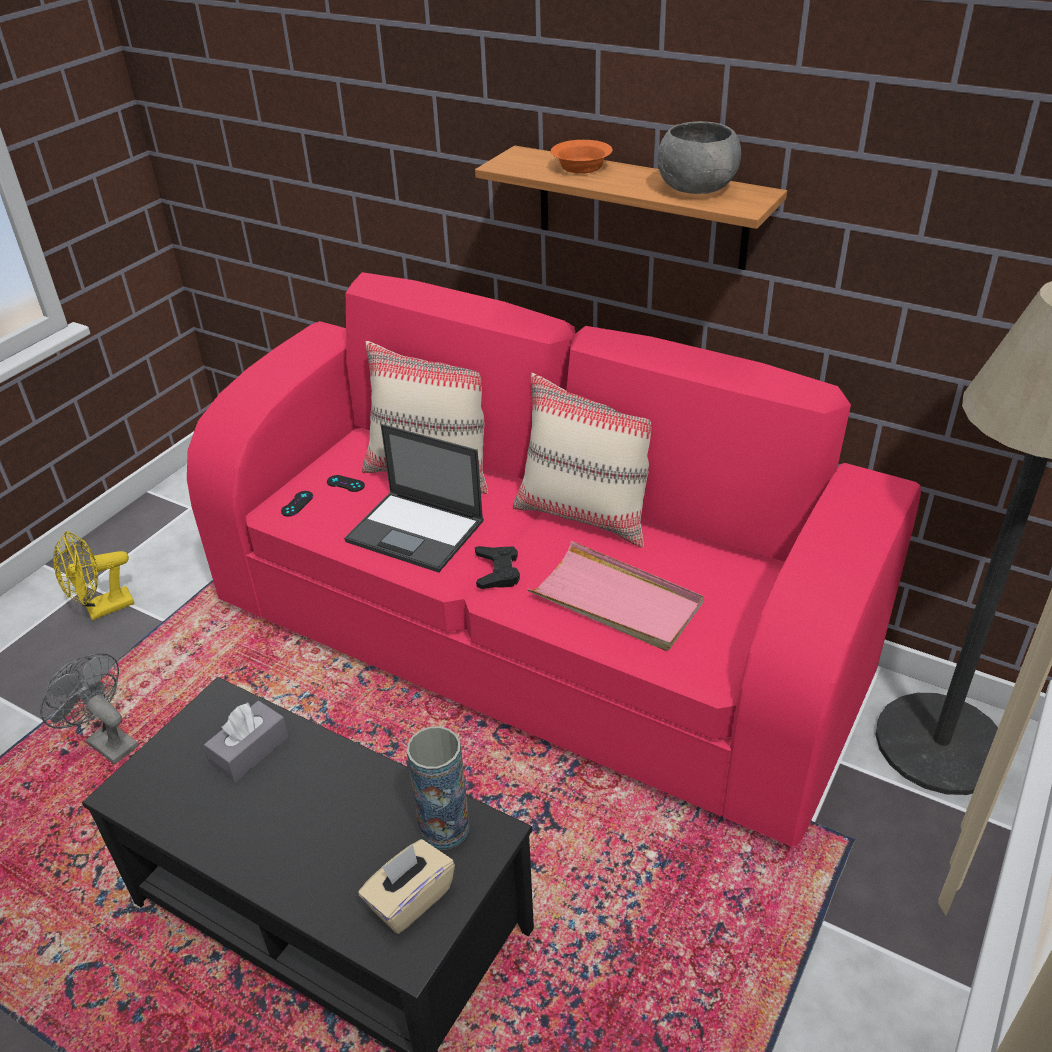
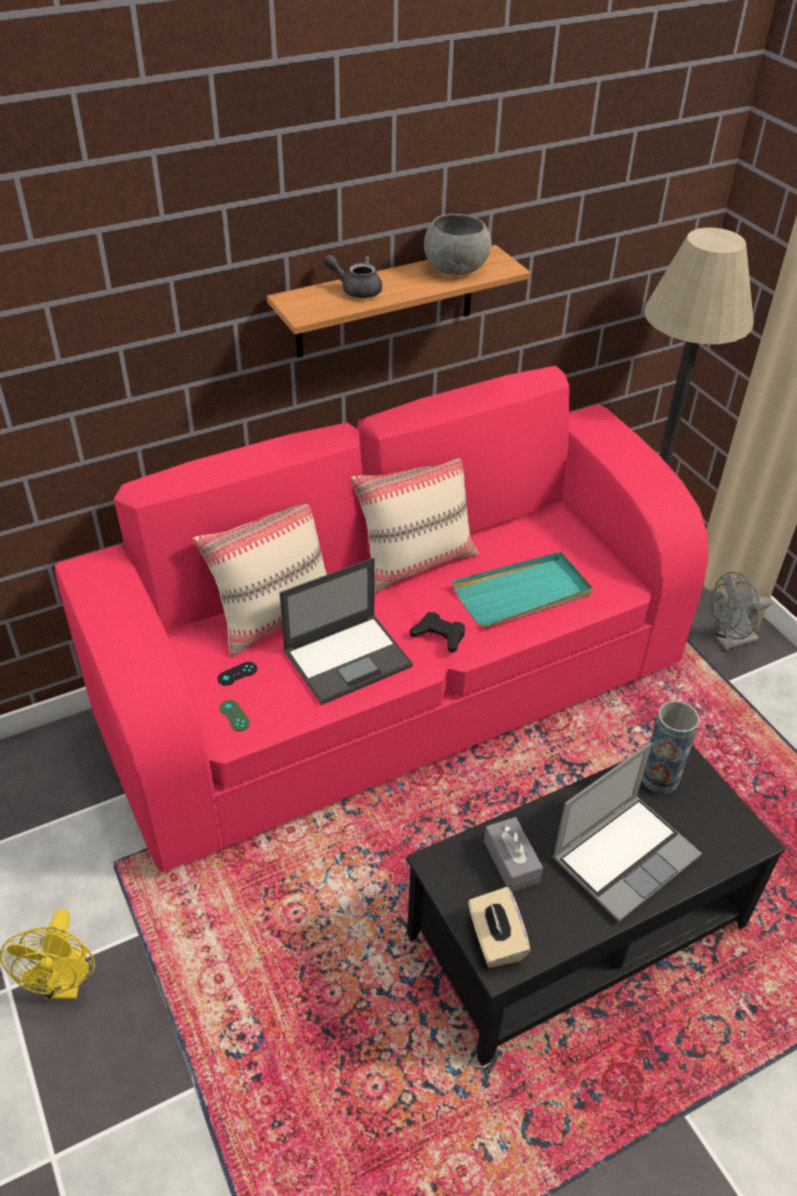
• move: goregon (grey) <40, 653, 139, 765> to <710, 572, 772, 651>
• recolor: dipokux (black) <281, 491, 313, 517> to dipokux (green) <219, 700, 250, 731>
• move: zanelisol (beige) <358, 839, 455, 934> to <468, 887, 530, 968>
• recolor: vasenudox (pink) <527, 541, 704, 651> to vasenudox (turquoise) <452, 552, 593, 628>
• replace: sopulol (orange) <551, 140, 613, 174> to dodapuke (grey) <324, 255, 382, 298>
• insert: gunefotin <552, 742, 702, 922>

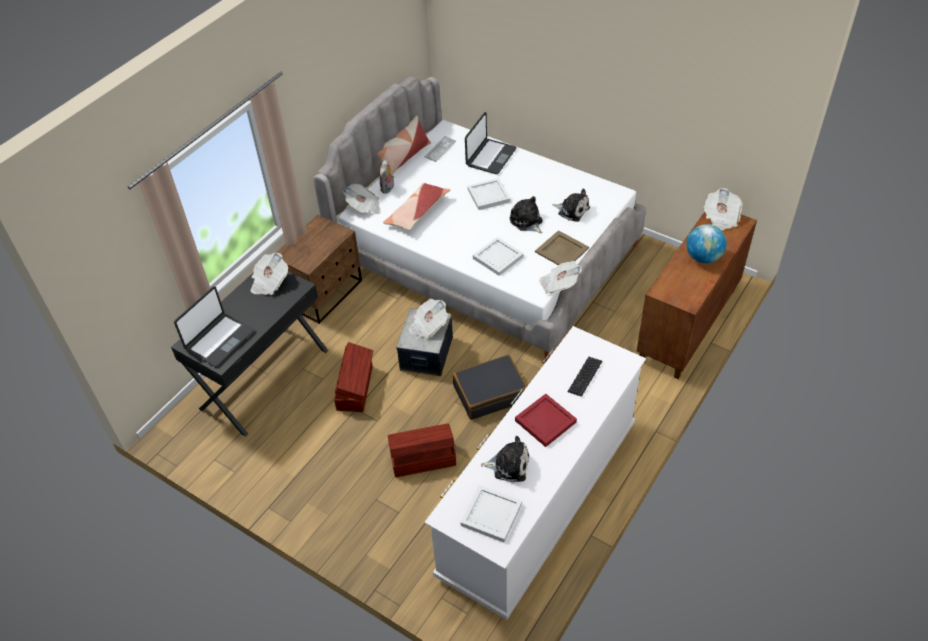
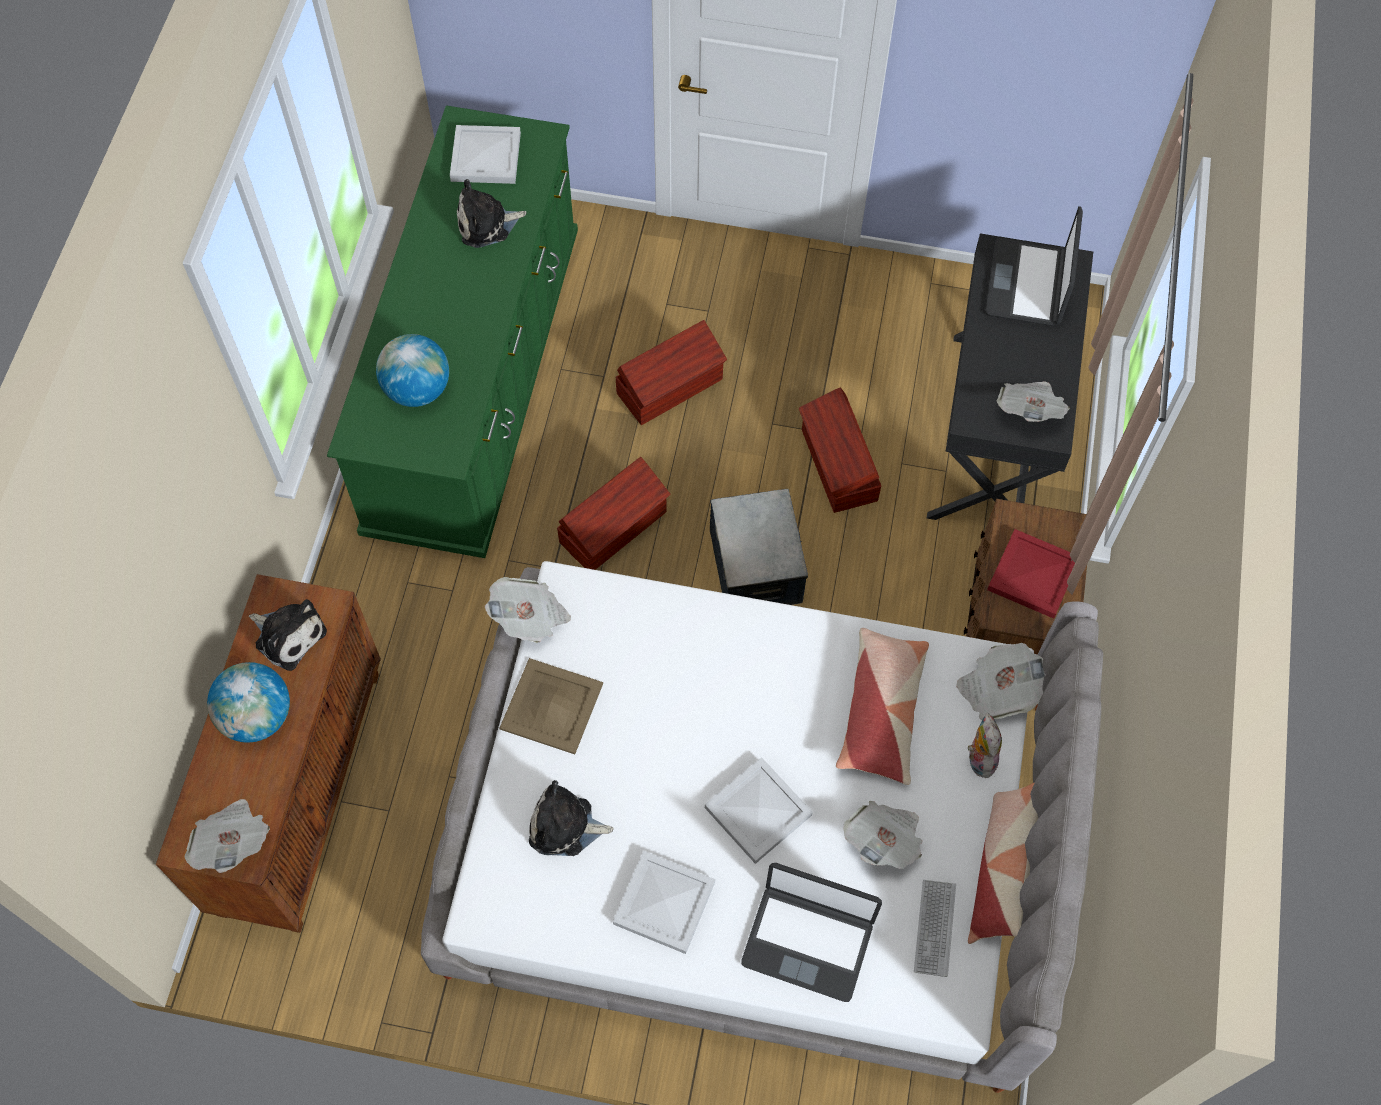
• move: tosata <408, 299, 448, 339> to <843, 801, 923, 869>
• recolor: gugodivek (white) <425, 326, 646, 620> to gugodivek (green) <327, 106, 578, 558>
• replace: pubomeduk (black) <453, 355, 527, 420> to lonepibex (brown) <557, 457, 670, 570>
• rotate: gunefotin <465, 112, 517, 174> = <741, 863, 882, 1002> 75 degrees counterclockwise
• move: vasenudox (white) <473, 237, 524, 276> to <613, 851, 715, 954>
• move: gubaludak <510, 196, 543, 233> to <249, 599, 327, 671>
• move: vasenudox (red) <515, 394, 577, 447> to <987, 529, 1075, 619>
• replace: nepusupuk <568, 357, 602, 397> to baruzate <376, 334, 449, 407>

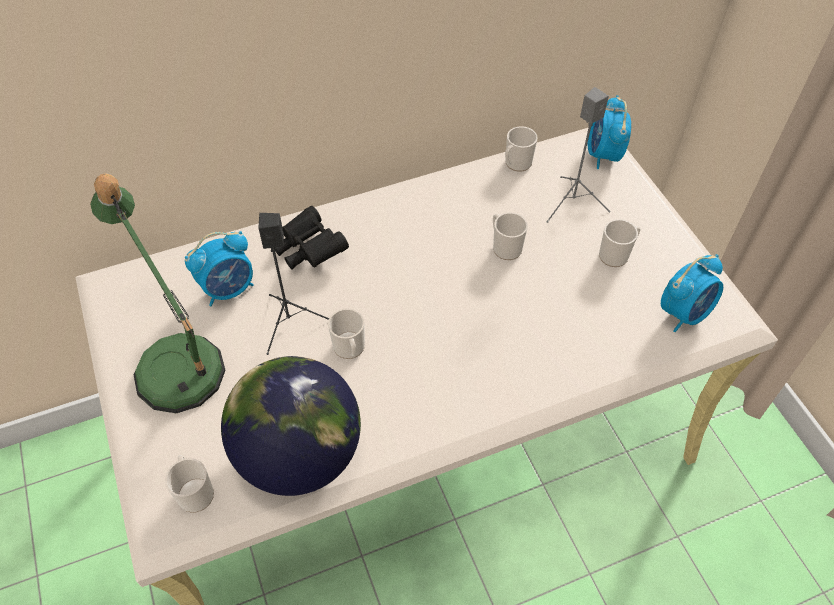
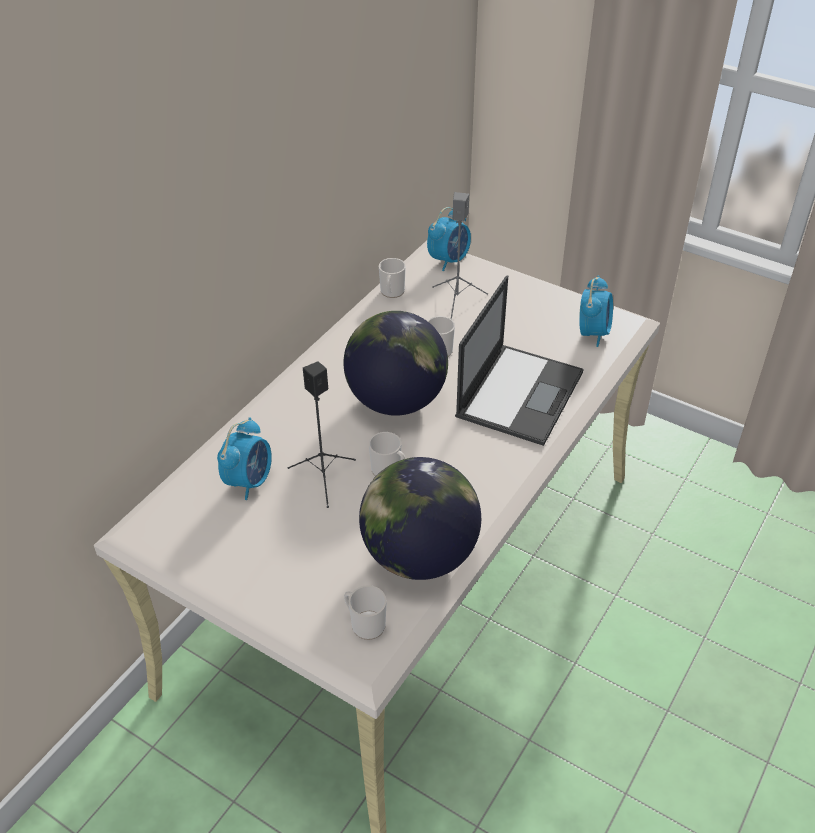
• delete: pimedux <90, 173, 226, 413>
• delete: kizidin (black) <275, 206, 349, 270>
• rotate: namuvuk <588, 95, 631, 169> = <427, 207, 471, 272> 105 degrees counterclockwise
• delete: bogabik <599, 219, 640, 267>
• insert: baruzate <344, 311, 448, 416>
• insert: gunefotin <455, 275, 583, 446>

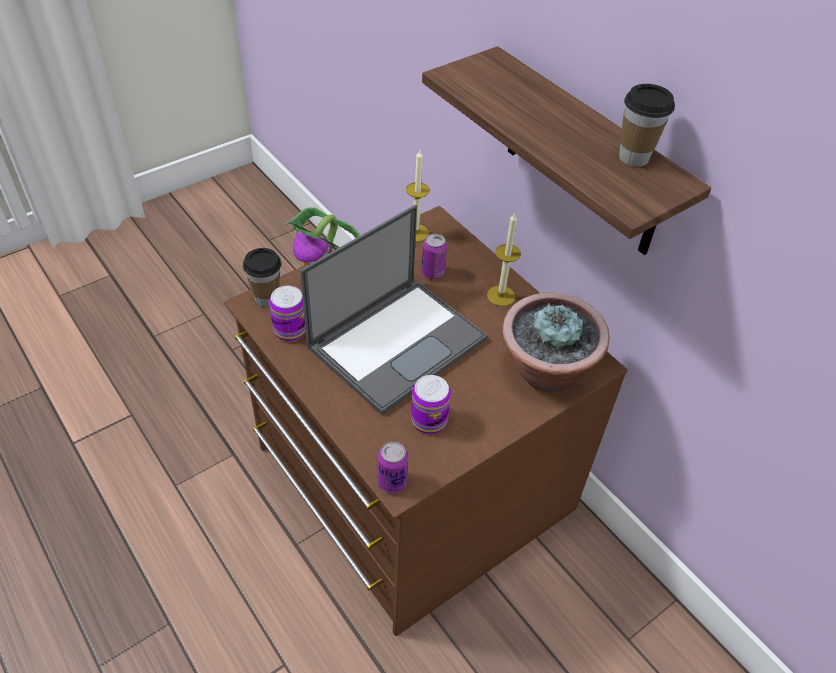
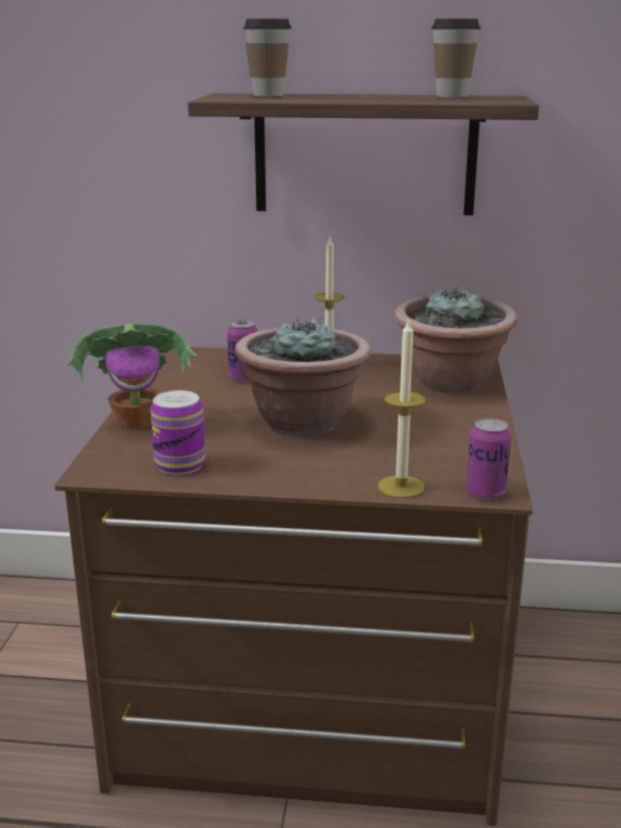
• move: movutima <243, 248, 282, 308> to <243, 19, 292, 97>
• replace: gunefotin <300, 205, 488, 415> to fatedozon <235, 315, 371, 437>
• move: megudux <406, 150, 430, 242> to <378, 318, 426, 498>
• delete: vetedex <411, 375, 451, 434>

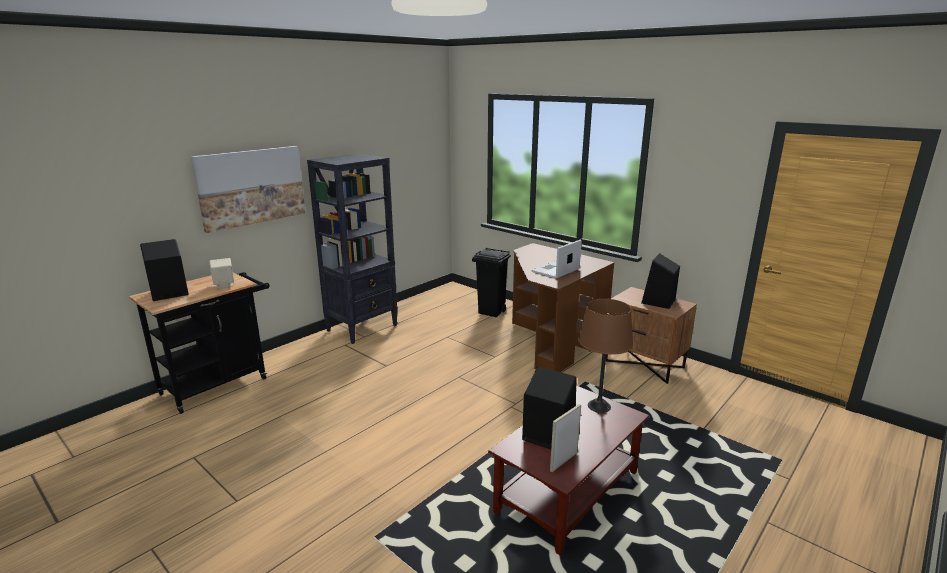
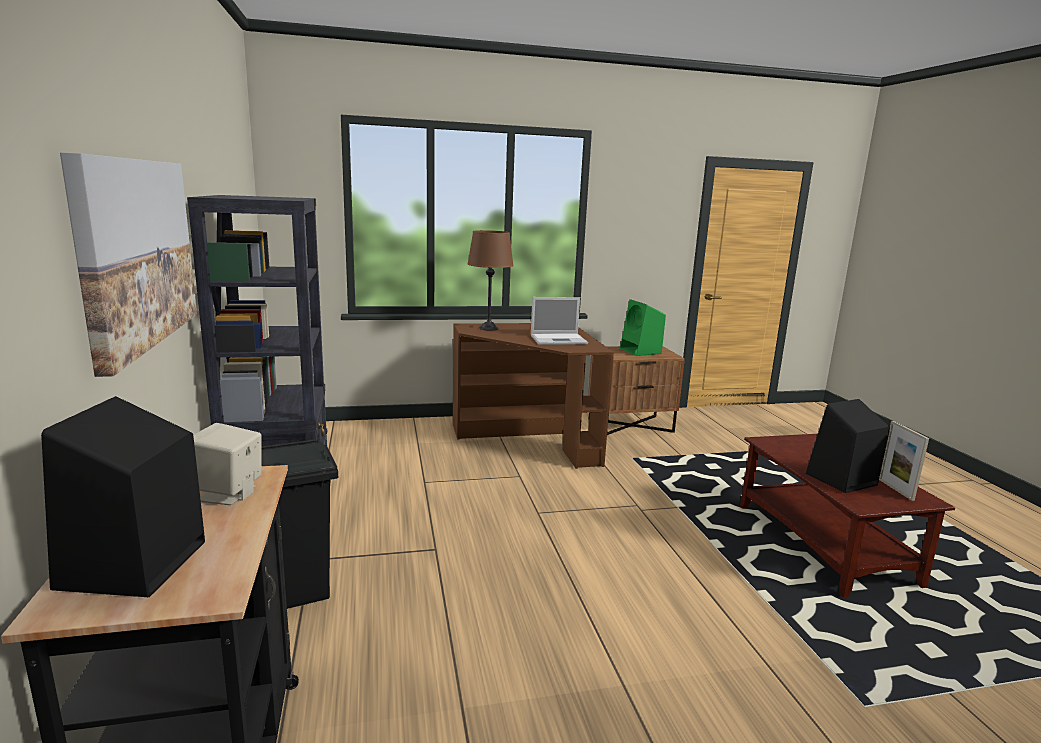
• move: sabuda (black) <472, 248, 511, 317> to <261, 438, 338, 609>
• rotate: gunefotin <532, 240, 582, 279> = <531, 297, 588, 345> 90 degrees counterclockwise
• move: pimedux (brown) <578, 299, 633, 413> to <467, 230, 514, 331>
• recolor: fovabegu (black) <642, 253, 680, 309> to fovabegu (green) <620, 299, 666, 356>

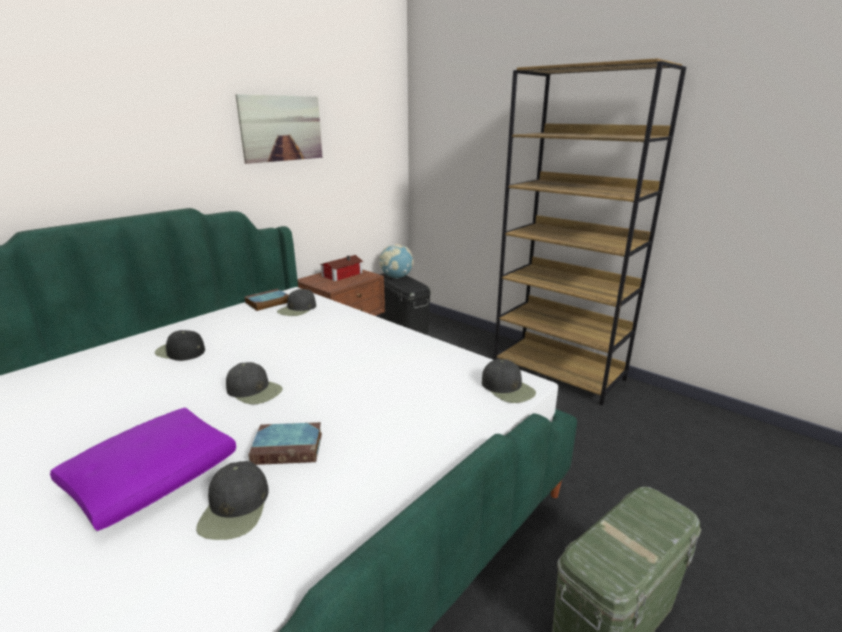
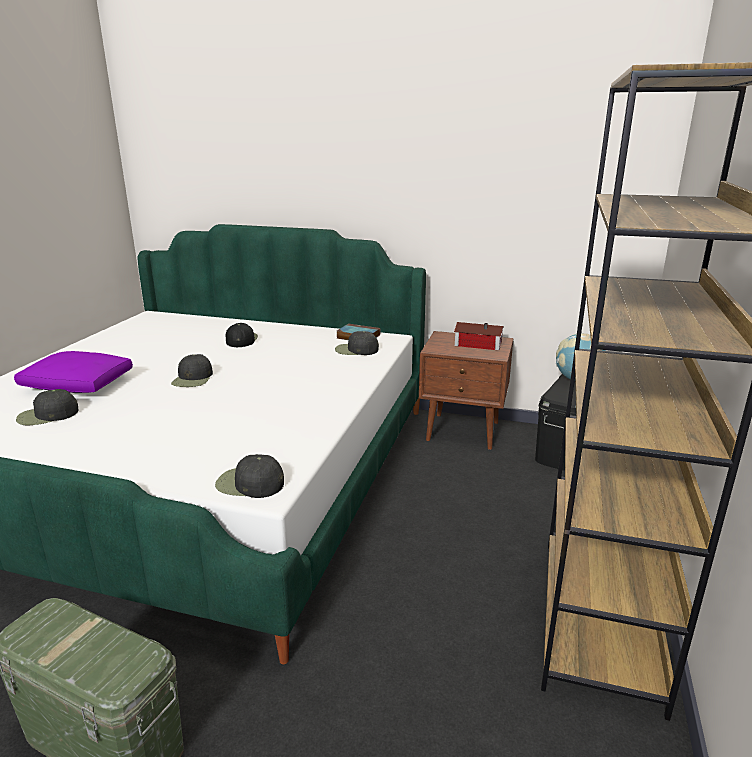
• delete: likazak <235, 94, 323, 164>
• delete: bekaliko <248, 422, 322, 465>
• rotate: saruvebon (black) <482, 359, 536, 403> = <215, 454, 284, 498> 75 degrees clockwise

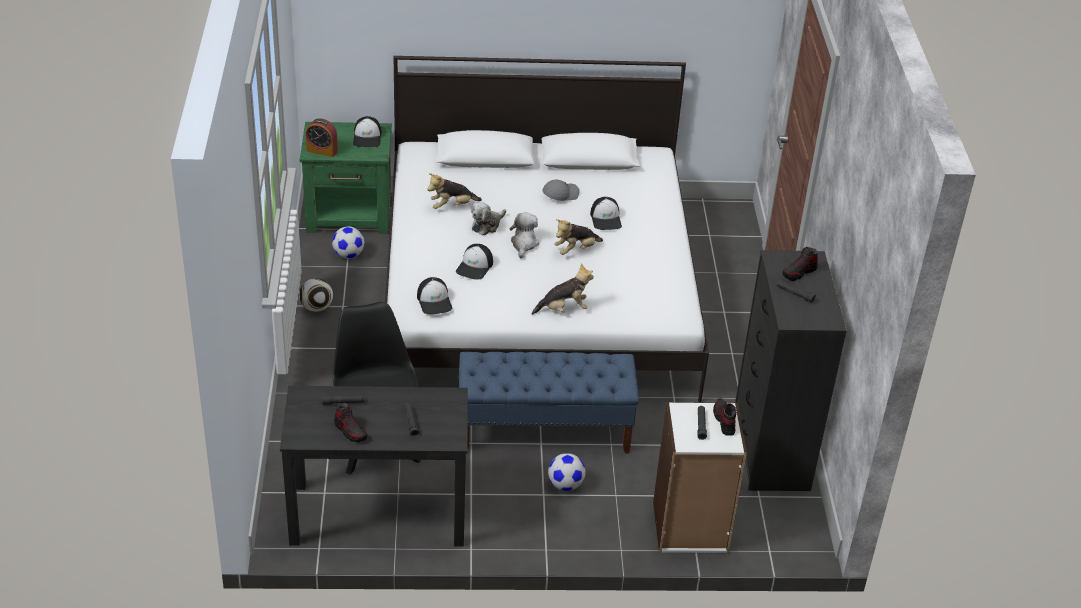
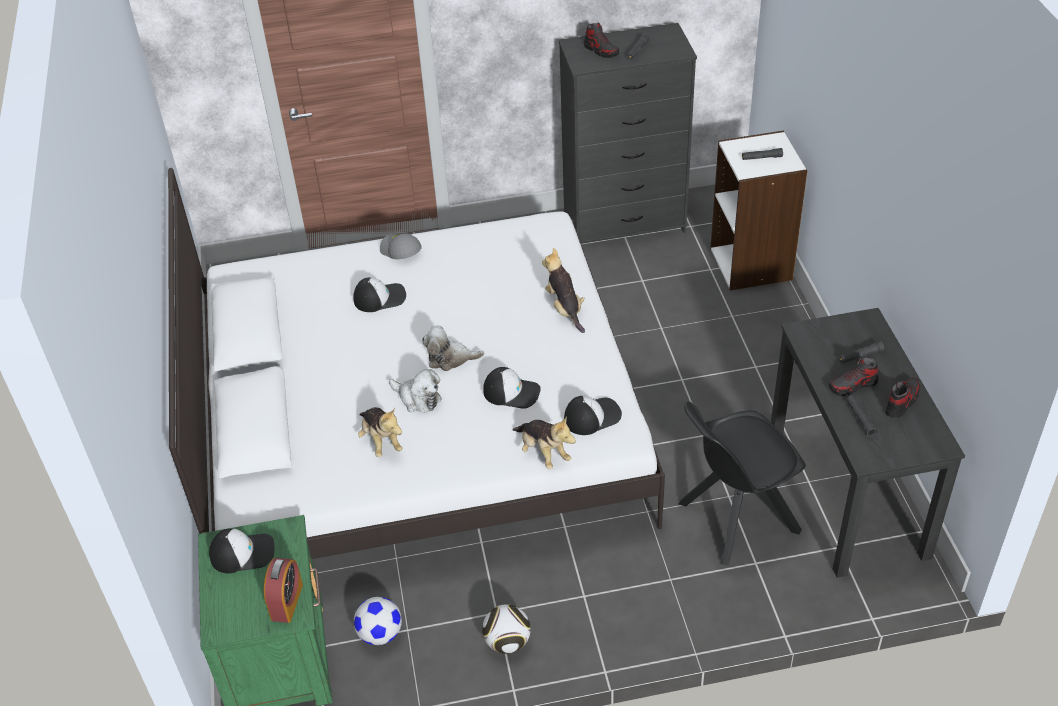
• delete: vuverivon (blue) <459, 352, 639, 453>
• move: saruvebon (grey) <542, 179, 579, 201> to <380, 233, 422, 260>
• delete: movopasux <548, 453, 586, 491>
• move: gubaludak <554, 219, 603, 255> to <513, 416, 576, 469>
• move: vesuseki <713, 398, 737, 436> to <829, 357, 879, 396>

